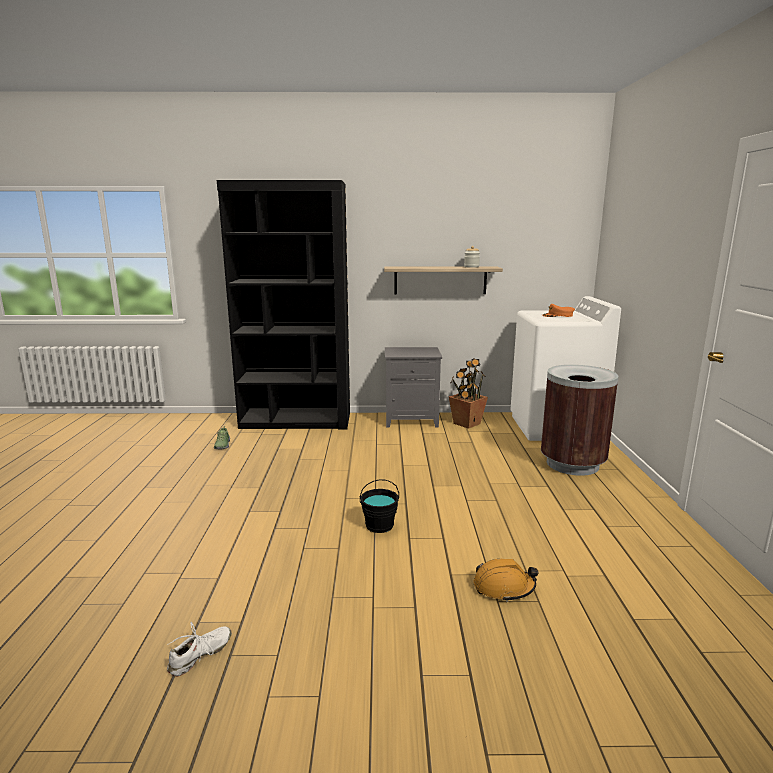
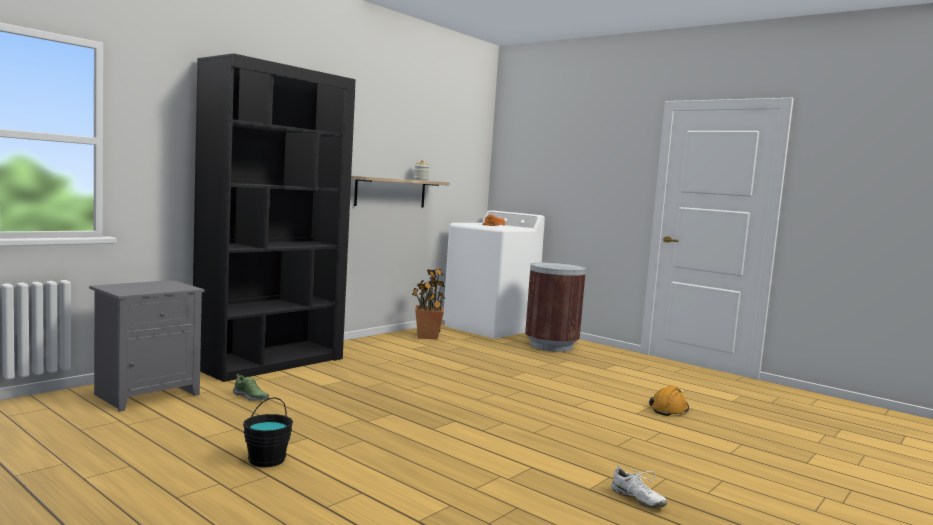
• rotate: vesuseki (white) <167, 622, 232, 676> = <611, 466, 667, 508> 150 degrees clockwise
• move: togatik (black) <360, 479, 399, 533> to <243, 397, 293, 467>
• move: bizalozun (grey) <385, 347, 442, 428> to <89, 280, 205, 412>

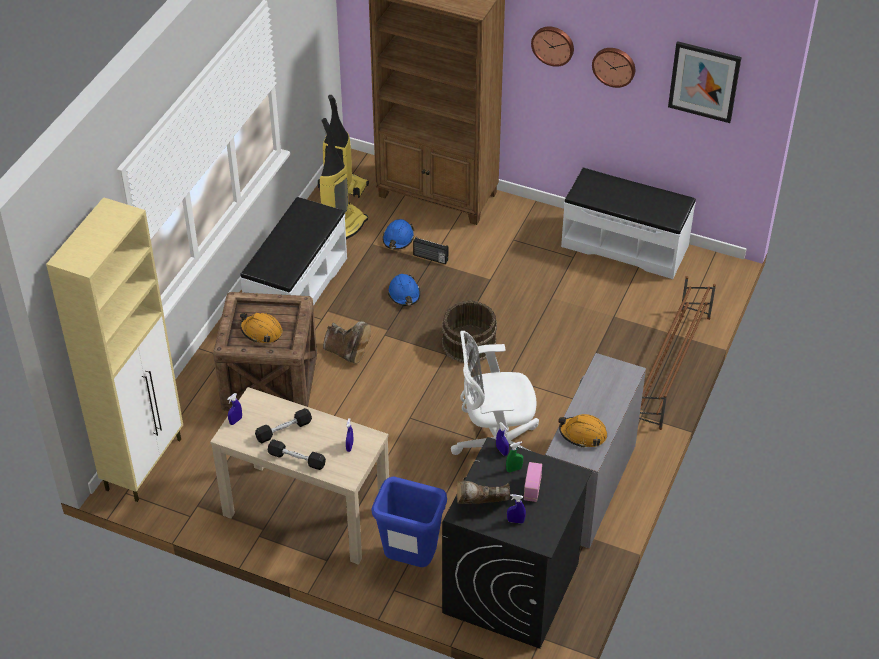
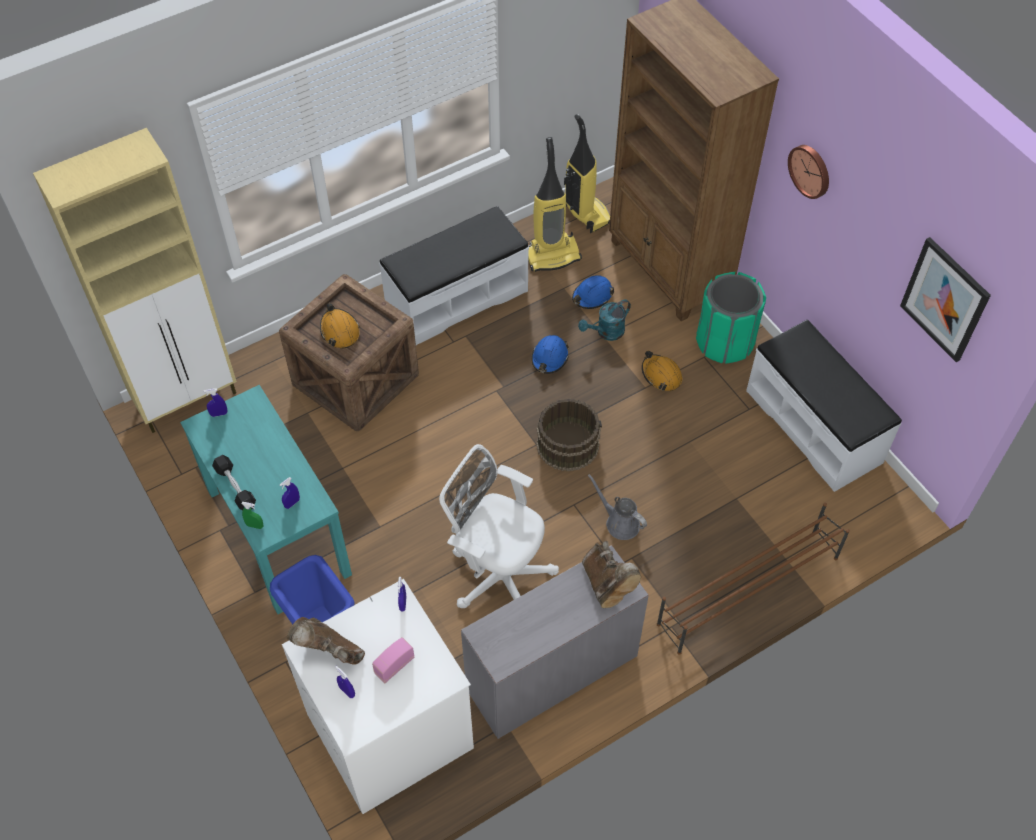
• recolor: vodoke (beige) <210, 387, 389, 565> to vodoke (turquoise) <180, 385, 352, 614>
• delete: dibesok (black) <255, 408, 312, 443>
• move: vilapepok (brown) <323, 321, 371, 364> to <582, 541, 641, 608>
• replace: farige <413, 237, 448, 264> to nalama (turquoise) <578, 299, 631, 341>
• recolor: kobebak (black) <442, 437, 592, 649> to kobebak (white) <282, 579, 474, 814>
• move: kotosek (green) <506, 441, 523, 472> to <241, 502, 263, 529>
• move: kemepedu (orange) <558, 414, 607, 448> to <642, 351, 682, 391>
• delete: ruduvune <592, 48, 635, 88>
• insert: nalama (grey) <588, 474, 647, 540>
• insert: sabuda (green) <696, 272, 766, 364>

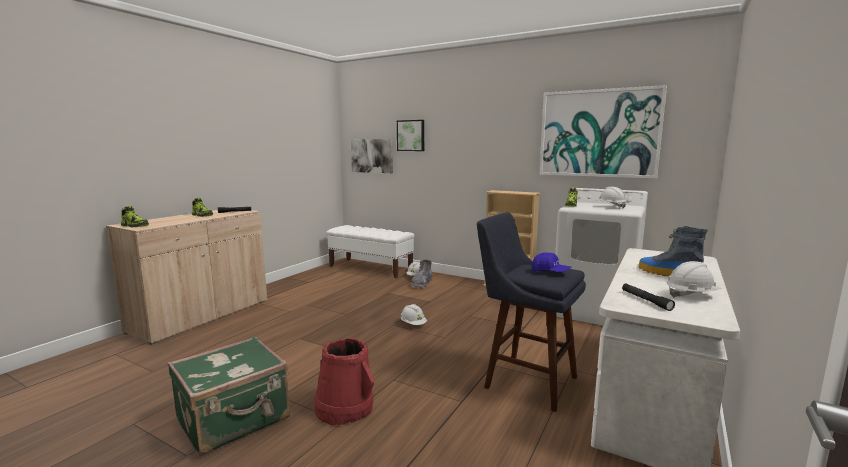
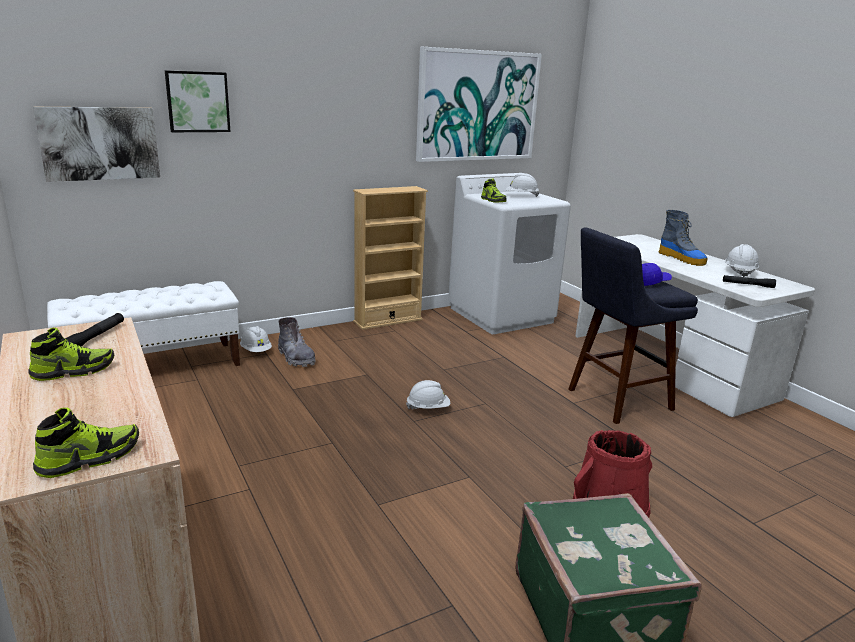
• rotate: vilapepok <639, 226, 708, 277> = <658, 210, 708, 266> 120 degrees counterclockwise

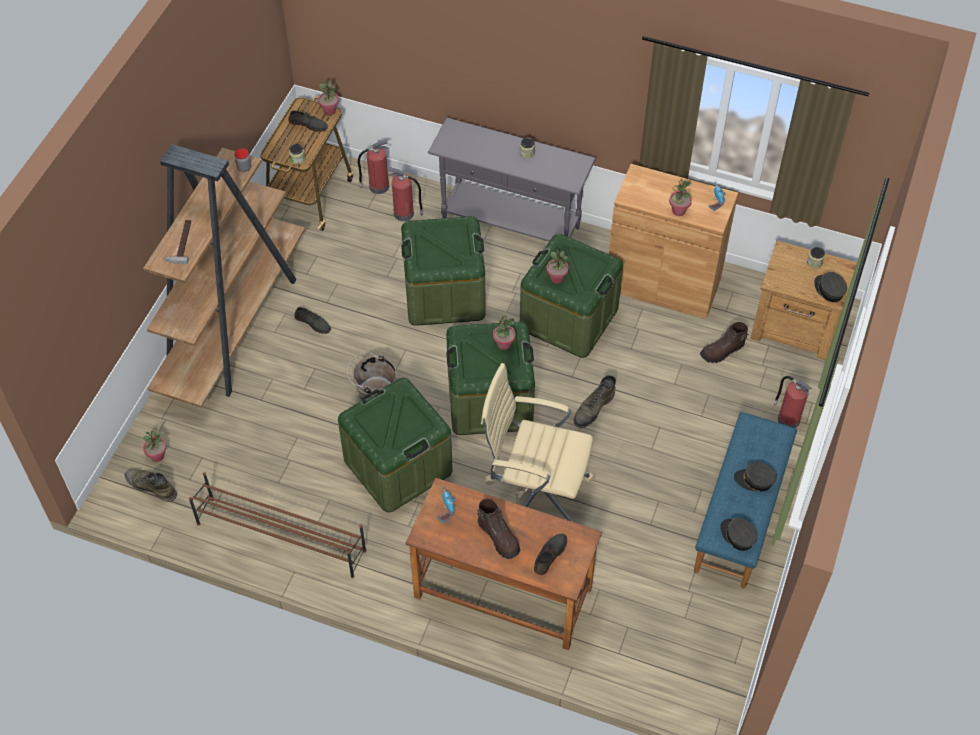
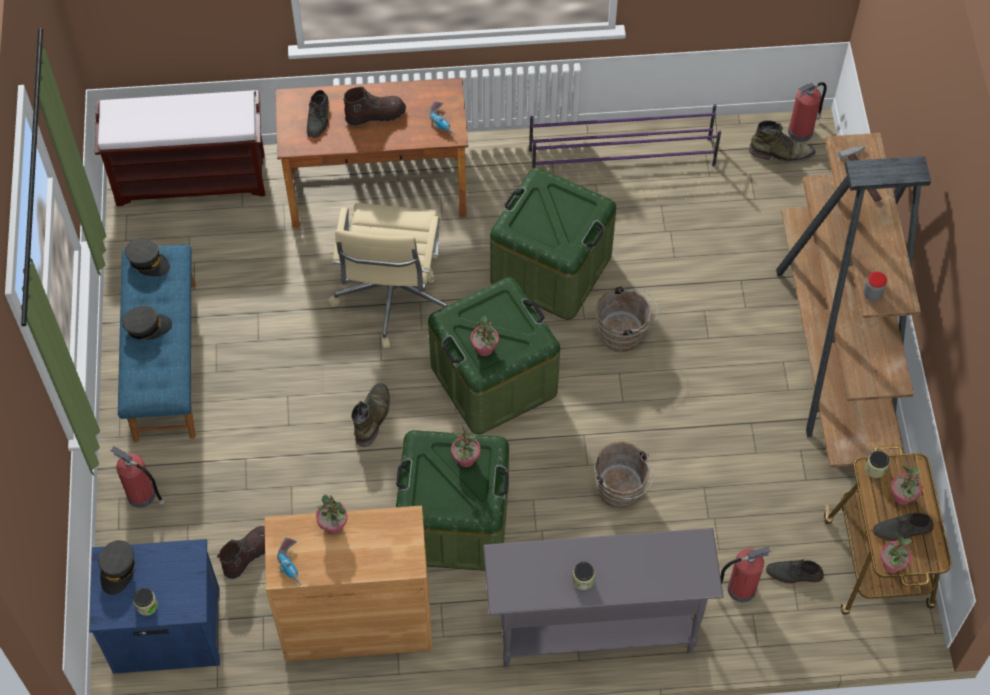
• move: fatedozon <142, 430, 166, 462> to <891, 466, 922, 505>
• recolor: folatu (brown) <189, 472, 366, 578> to folatu (purple) <529, 104, 721, 169>
• move: vesuseki (grey) <294, 307, 331, 334> to <766, 558, 824, 583>
• move: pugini <358, 140, 389, 194> to <788, 82, 827, 142>
• replace: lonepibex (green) <401, 216, 485, 326> to togatik (brown) <595, 441, 654, 509>
• rotate: vilapepok (brown) <477, 498, 520, 559> = <343, 87, 406, 125> 135 degrees clockwise
• rotate: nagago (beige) <481, 363, 595, 522> = <328, 203, 447, 349> 105 degrees clockwise
• recolor: bizalozun (brown) <750, 241, 857, 360> to bizalozun (blue) <89, 539, 220, 674>
• rotate: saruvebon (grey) <814, 272, 847, 302> = <98, 540, 135, 595> 60 degrees clockwise
• insert: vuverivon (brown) <95, 90, 265, 206>

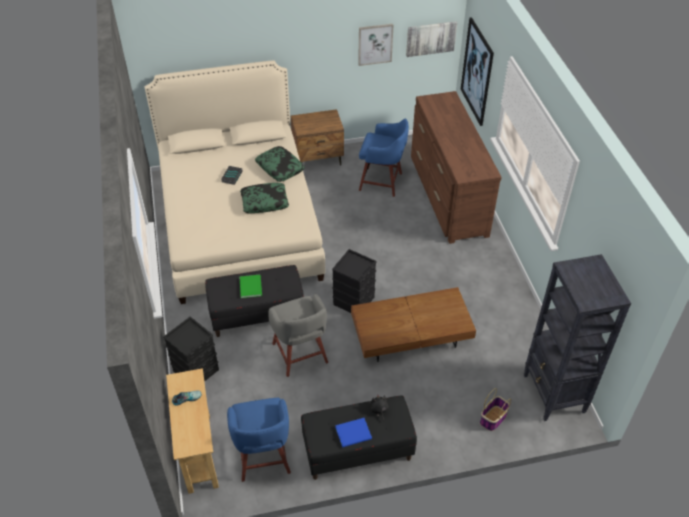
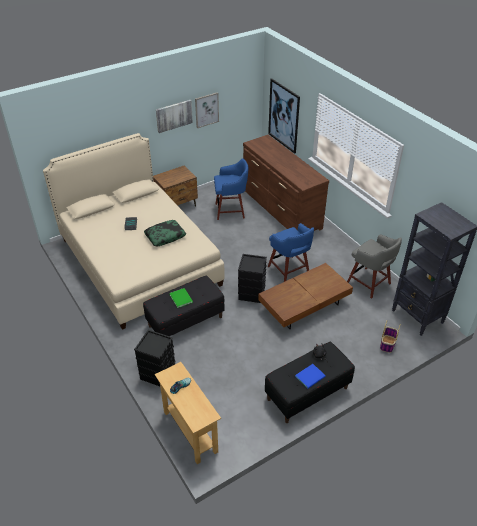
• move: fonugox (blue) <227, 398, 291, 482> to <268, 223, 314, 282>
• delete: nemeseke <255, 146, 305, 182>
• move: fonugox (grey) <268, 294, 328, 377> to <347, 234, 402, 299>
• move: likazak <406, 21, 457, 57> to <156, 100, 193, 133>

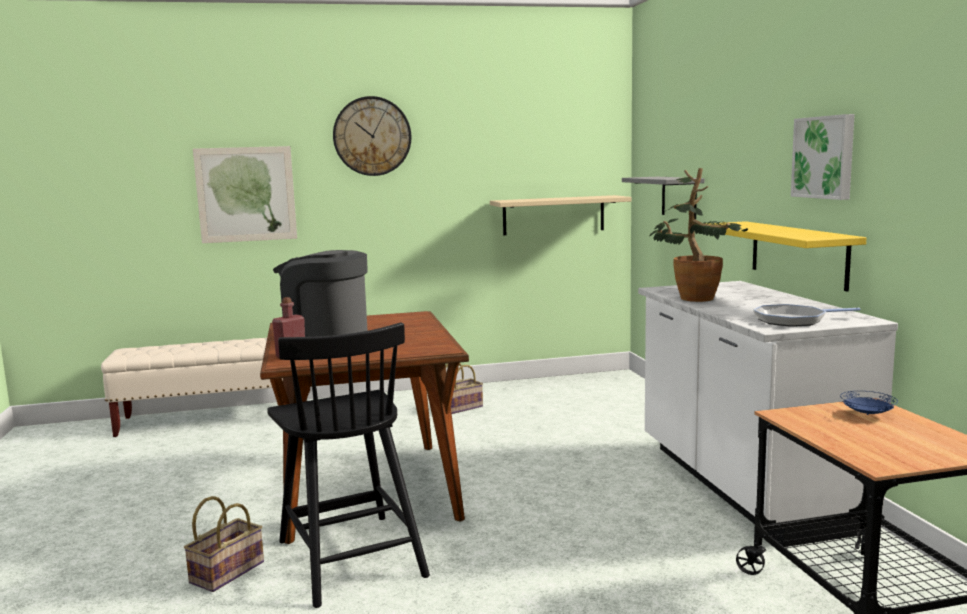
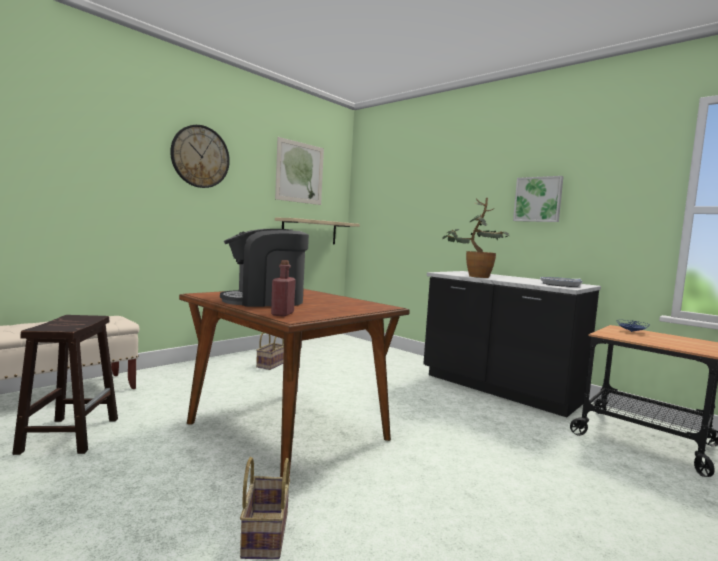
• move: likazak <193, 146, 297, 243> to <275, 137, 324, 205>
• delete: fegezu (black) <267, 322, 430, 608>
• delete: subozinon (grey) <622, 177, 705, 219>
• recolor: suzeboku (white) <638, 281, 898, 547> to suzeboku (black) <423, 271, 601, 417>
• delete: subozinon (yellow) <706, 221, 866, 292>
• insert: fonugox (brown) <12, 315, 118, 455>

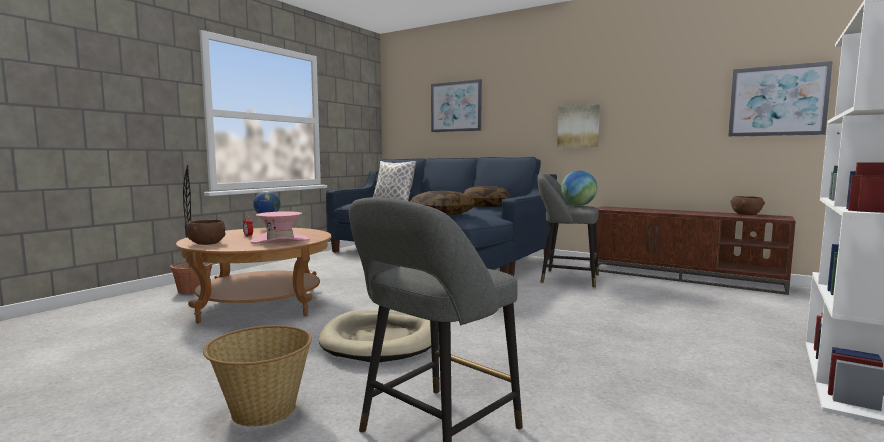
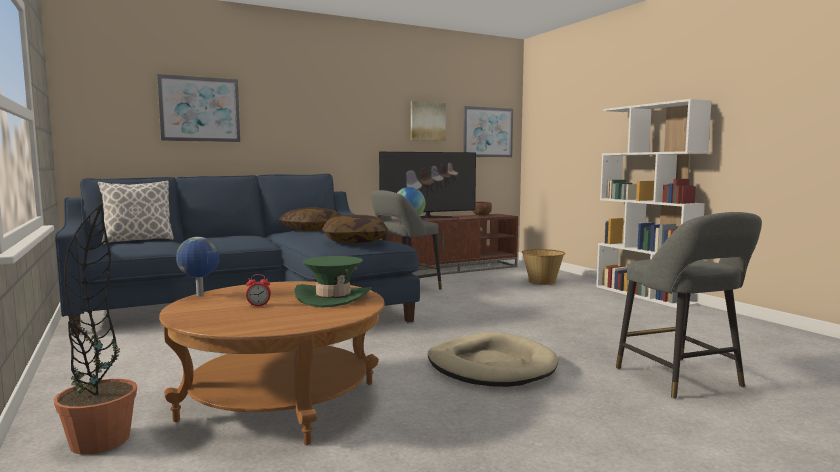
• delete: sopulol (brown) <186, 220, 225, 245>
• move: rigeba <203, 325, 312, 427> to <522, 249, 566, 285>
• recolor: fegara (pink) <250, 211, 309, 244> to fegara (green) <294, 256, 372, 308>
• move: likazak <557, 104, 600, 147> to <411, 101, 446, 141>
• insert: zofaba <379, 152, 476, 219>

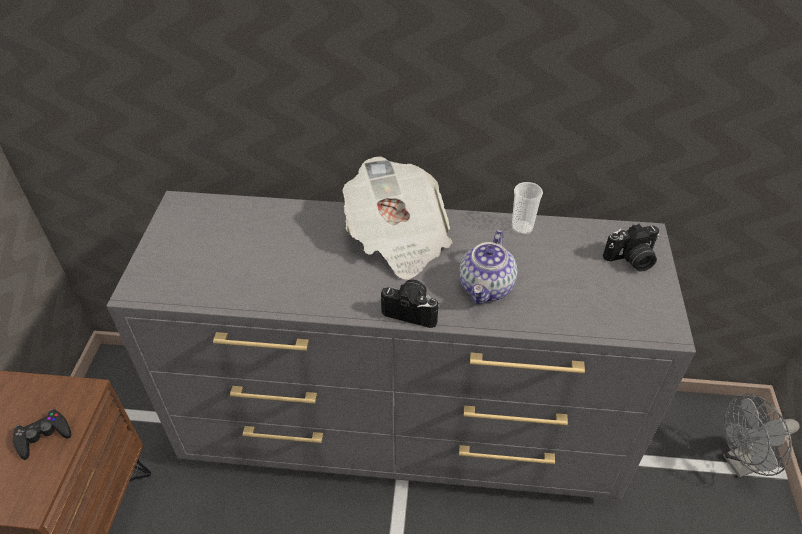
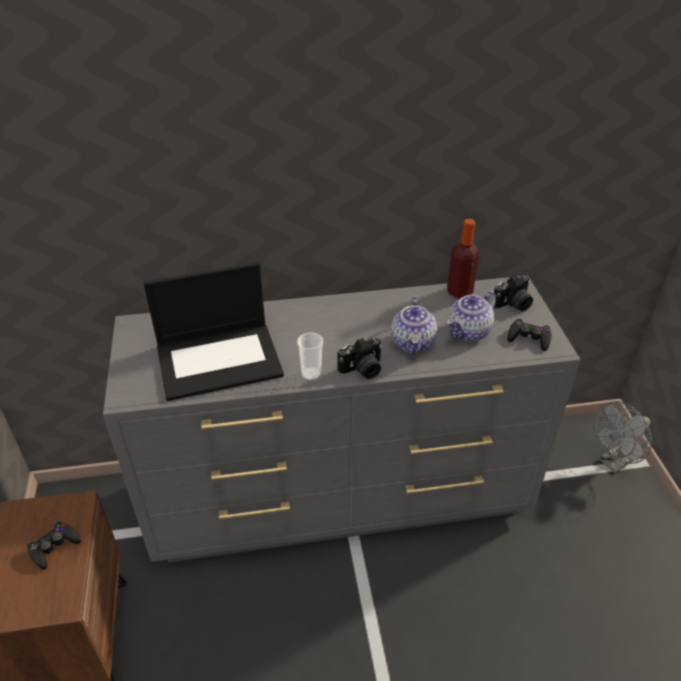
• delete: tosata <343, 156, 452, 280>
• rotate: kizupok <381, 279, 440, 328> = <338, 338, 382, 379> 150 degrees clockwise
• move: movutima <512, 182, 543, 235> to <297, 332, 323, 381>
• insert: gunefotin <144, 262, 284, 401>
• insert: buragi <447, 219, 479, 299>
• insert: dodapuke <447, 291, 496, 342>
• insert: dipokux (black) <507, 318, 552, 351>

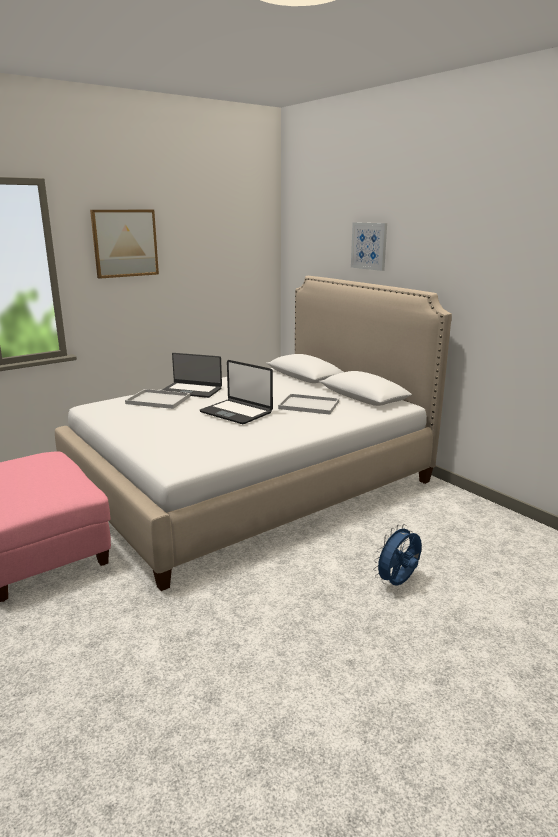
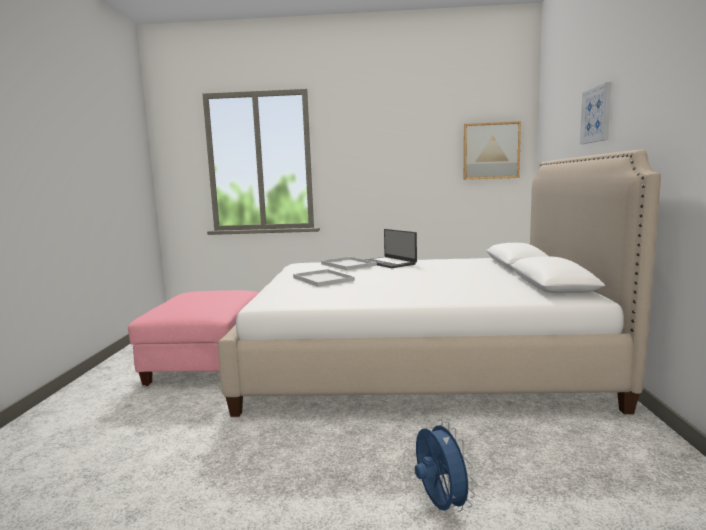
• move: likazak <90, 210, 159, 279> to <464, 121, 521, 180>
• delete: gunefotin <200, 360, 273, 424>
• move: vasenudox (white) <278, 394, 339, 415> to <293, 269, 355, 287>
• rotate: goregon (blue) <373, 524, 422, 586> = <415, 419, 475, 512> 75 degrees clockwise

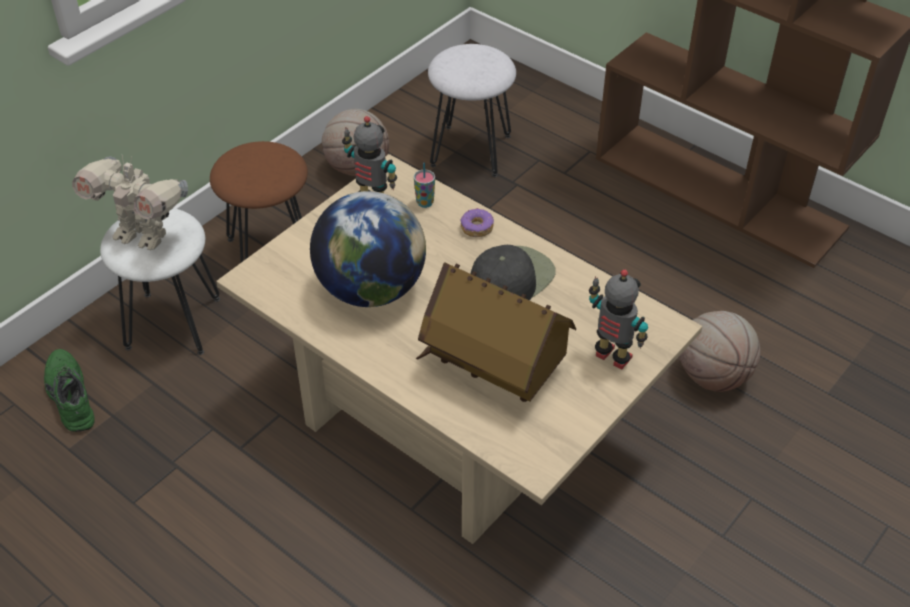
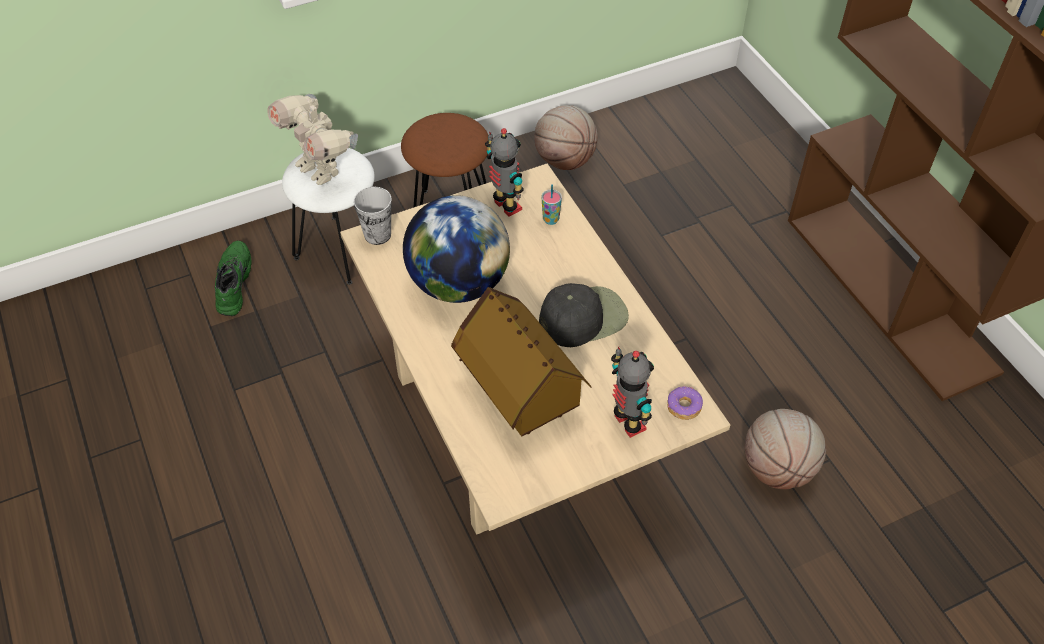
• delete: fonugox (white) <428, 44, 516, 177>
• move: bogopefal <461, 208, 494, 237> to <668, 386, 703, 420>
• insert: movutima <354, 187, 391, 245>

